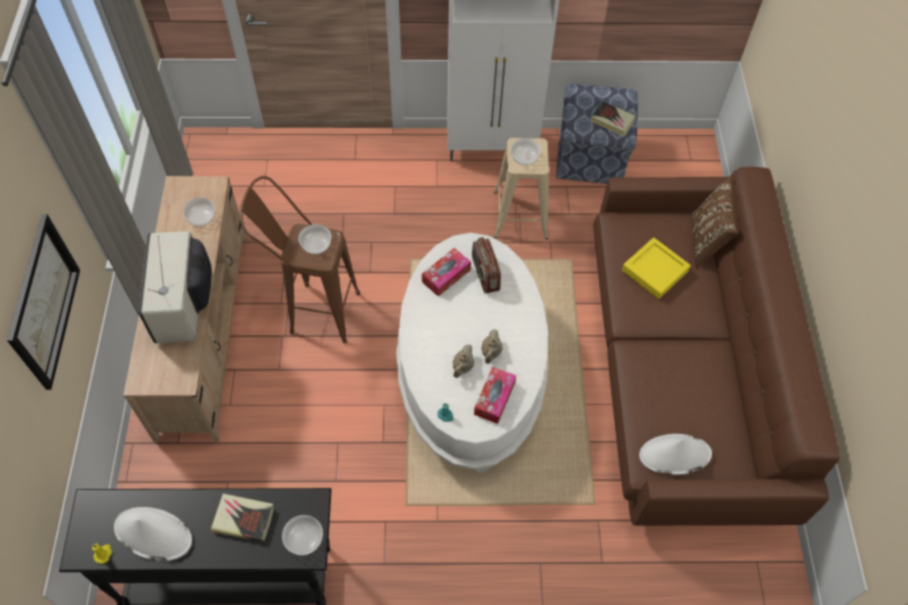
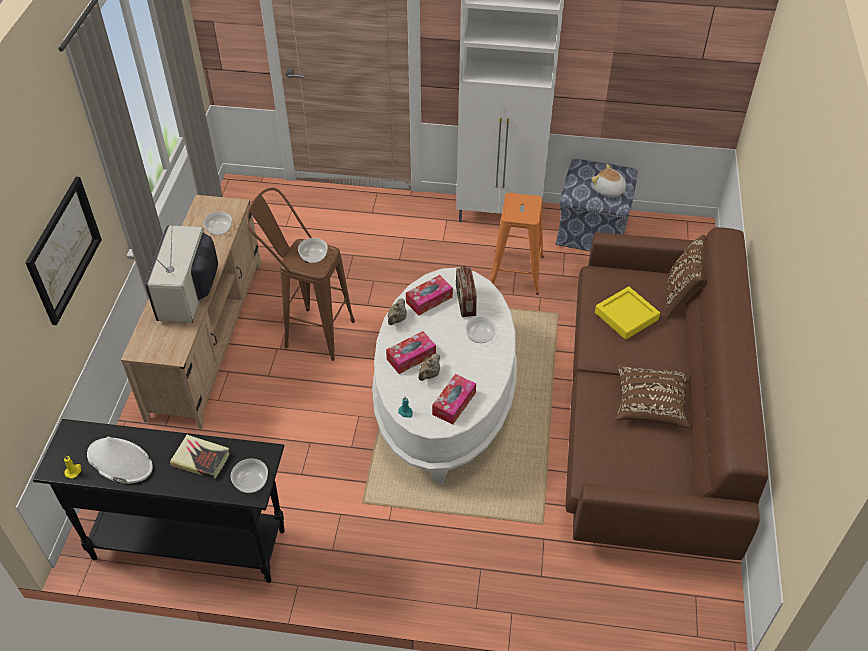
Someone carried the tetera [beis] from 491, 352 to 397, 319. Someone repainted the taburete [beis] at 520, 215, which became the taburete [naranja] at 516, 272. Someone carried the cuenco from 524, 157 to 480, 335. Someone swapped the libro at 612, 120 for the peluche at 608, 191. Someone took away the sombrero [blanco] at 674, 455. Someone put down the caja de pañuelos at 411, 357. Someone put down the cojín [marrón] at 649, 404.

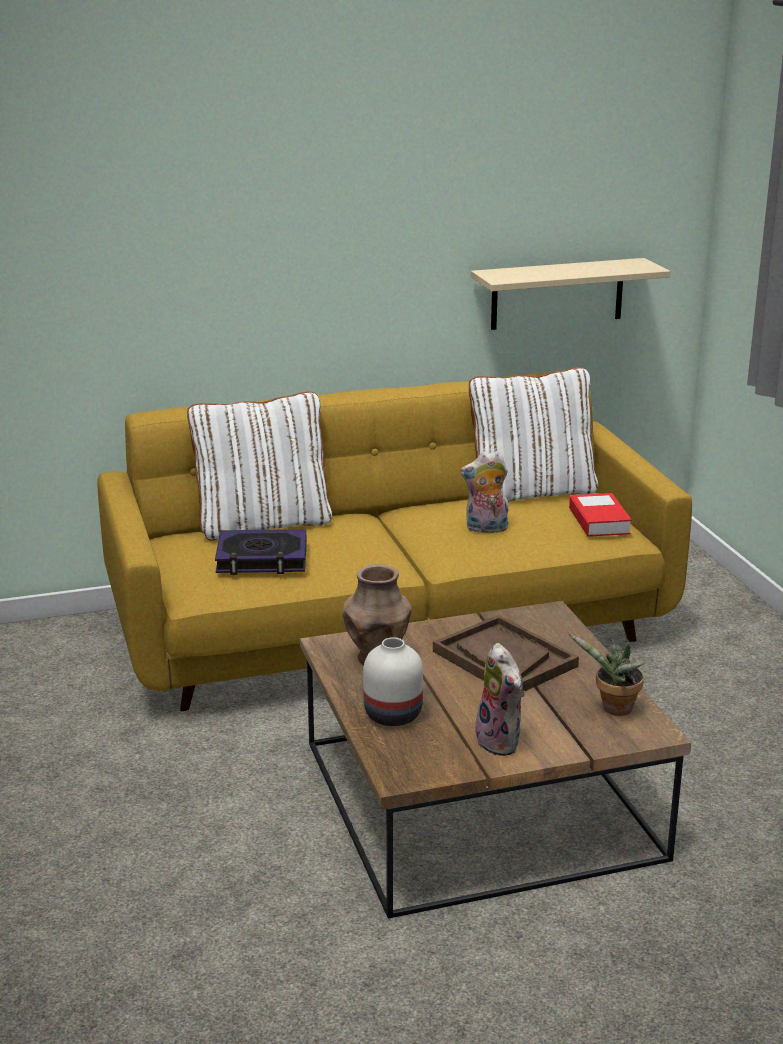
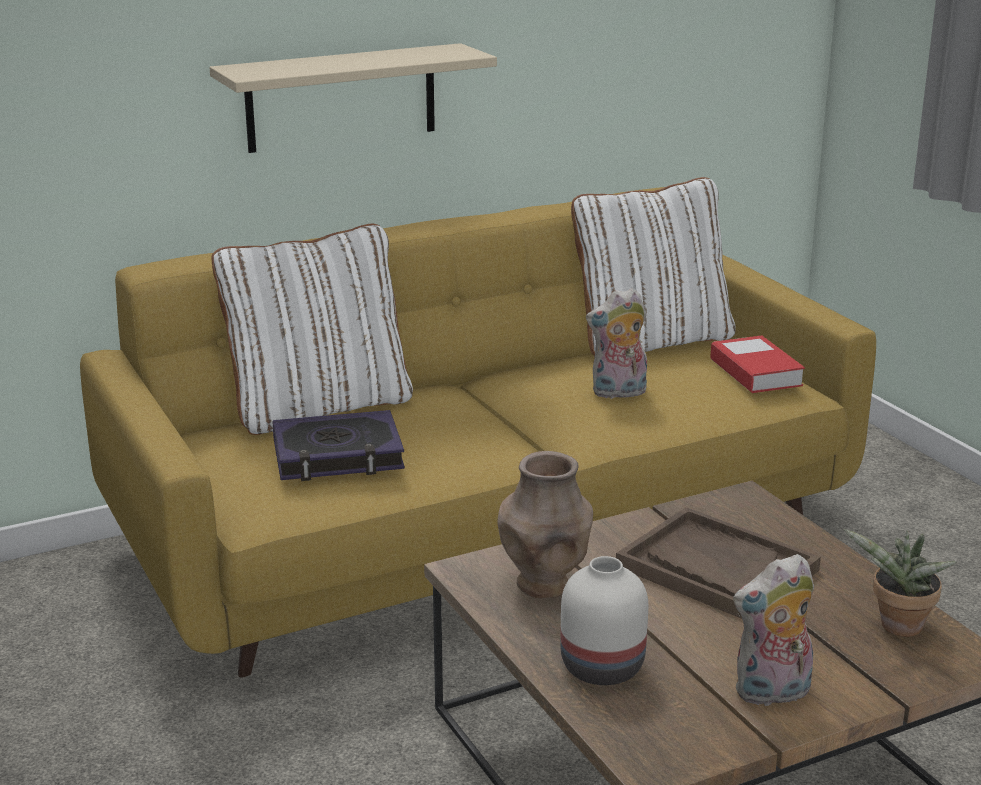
Someone carried the estante [beis] from 557, 294 to 341, 98. Someone rotated the peluche at 502, 742 by 105 degrees clockwise.

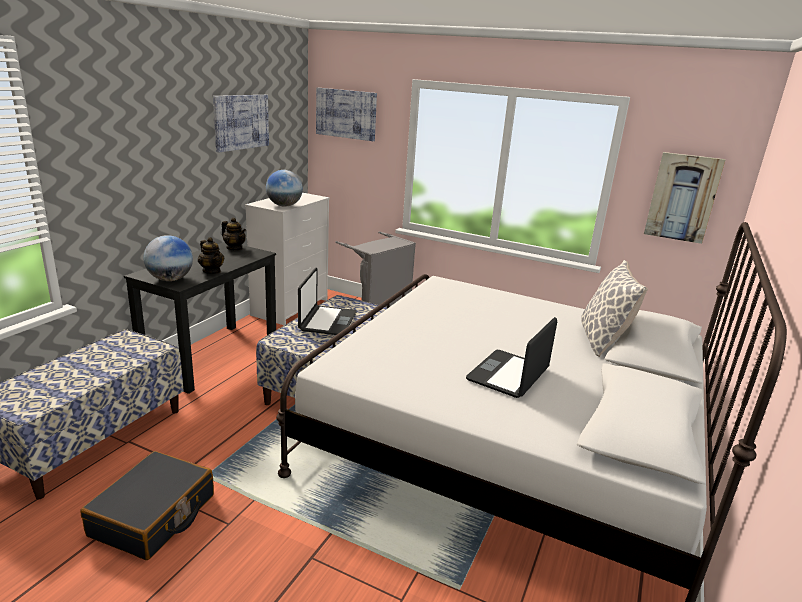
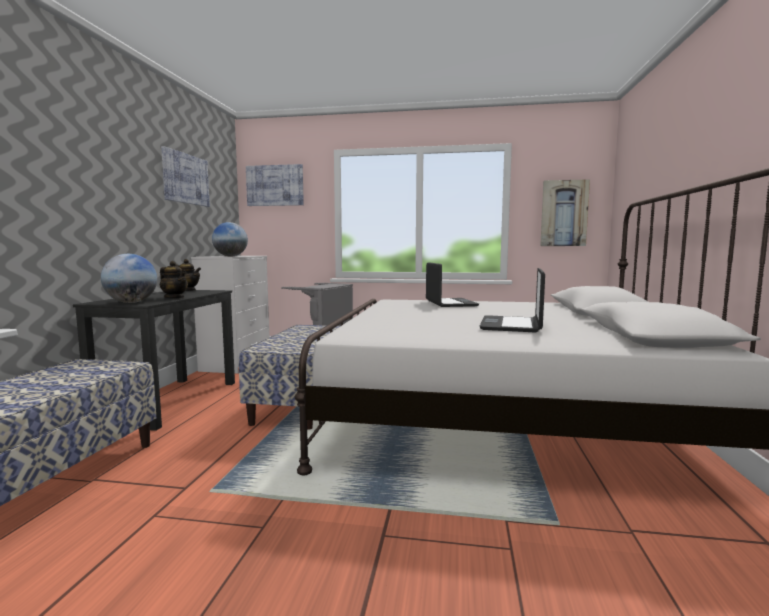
Someone took away the maleta [negro] at 154, 516. Someone carried the portátil from 327, 321 to 450, 303. Someone took away the cojín at 603, 340.

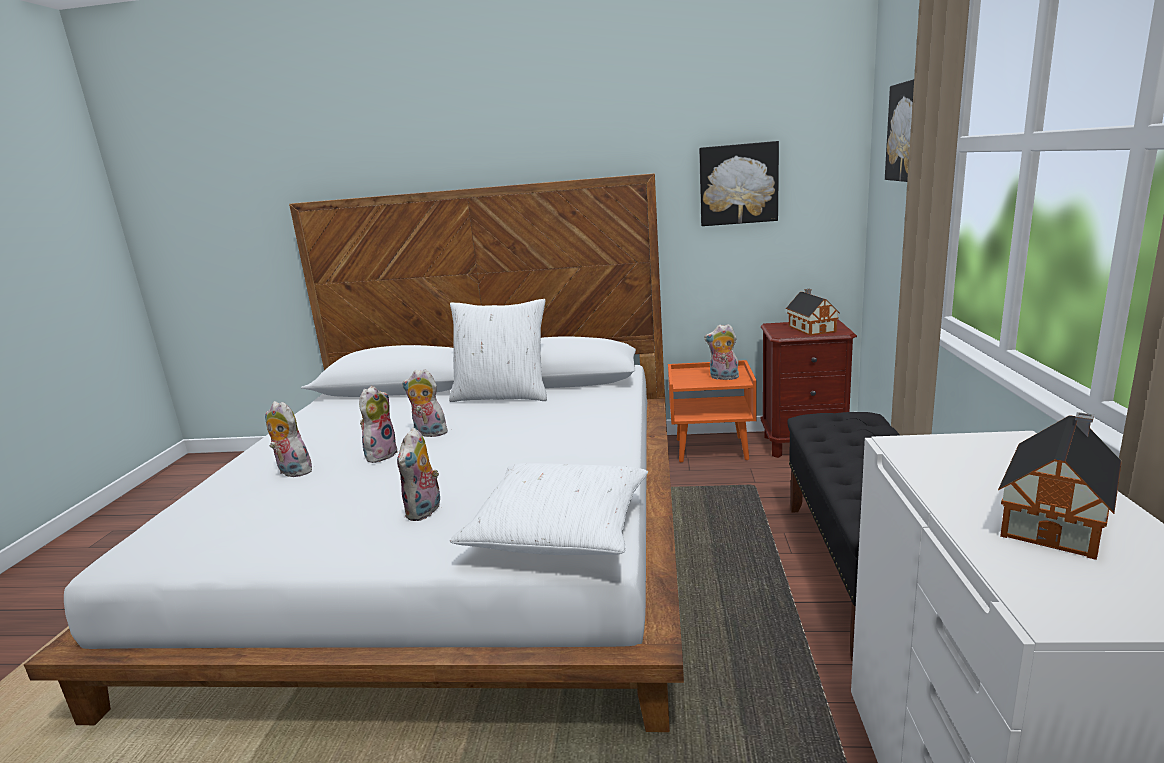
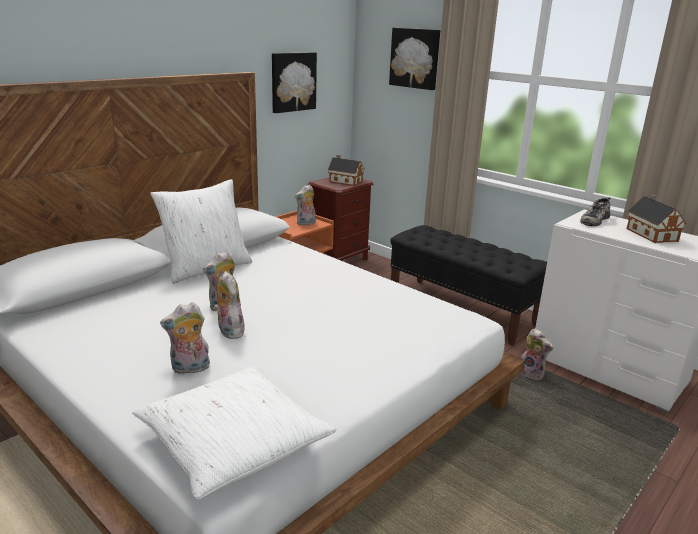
Someone carried the peluche from 425, 511 to 532, 374. Someone carried the cojín [blanco] from 560, 528 to 234, 442. Someone put down the zapato at 594, 219.

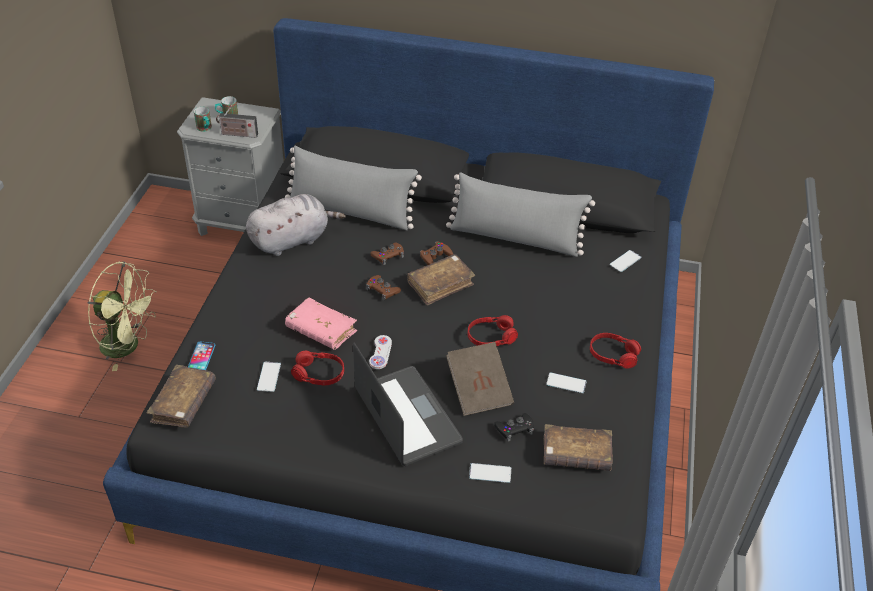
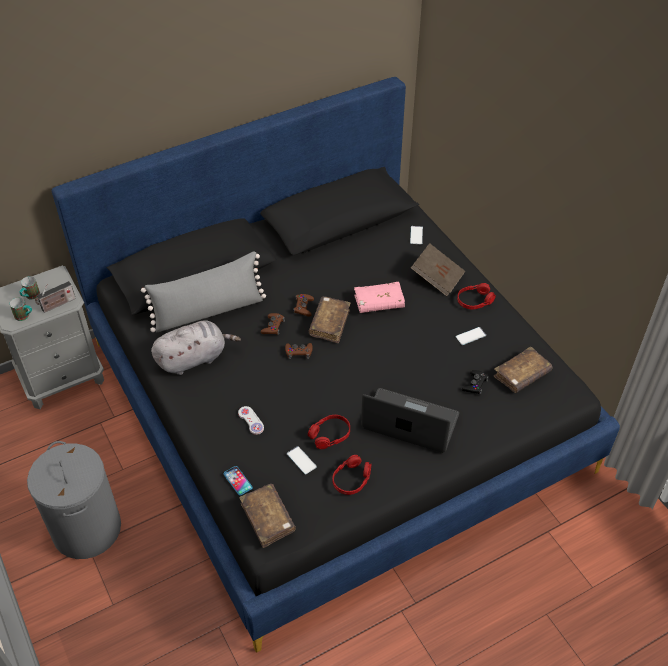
Someone swapped the ventilador [verde] at 128, 346 for the cesto de la ropa [gris] at 86, 528. Someone rotated the peluche [gris] at 292, 240 by 45 degrees clockwise. Someone carried the libro [rosa] from 321, 330 to 379, 303. Someone carried the mando de consola [blanco] from 380, 353 to 251, 421. Someone took away the cojín [gris] at 515, 238. Someone carried the libro [marrón] from 479, 390 to 437, 278. Someone carried the auriculares [rojo] from 491, 337 to 351, 479. Someone took away the móvil at 490, 473.

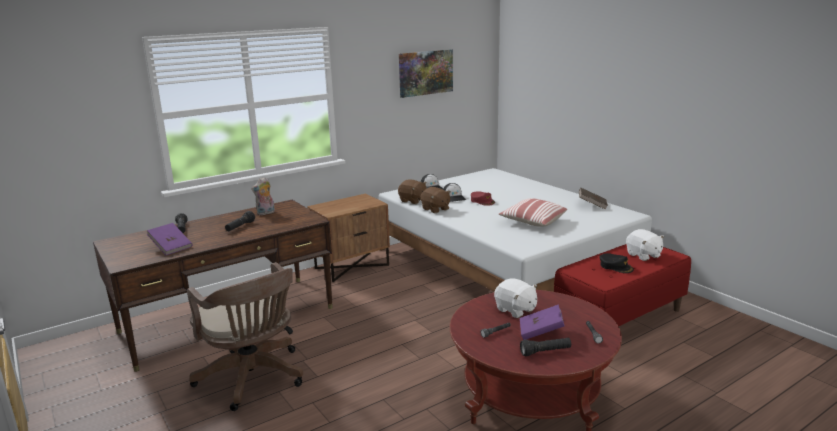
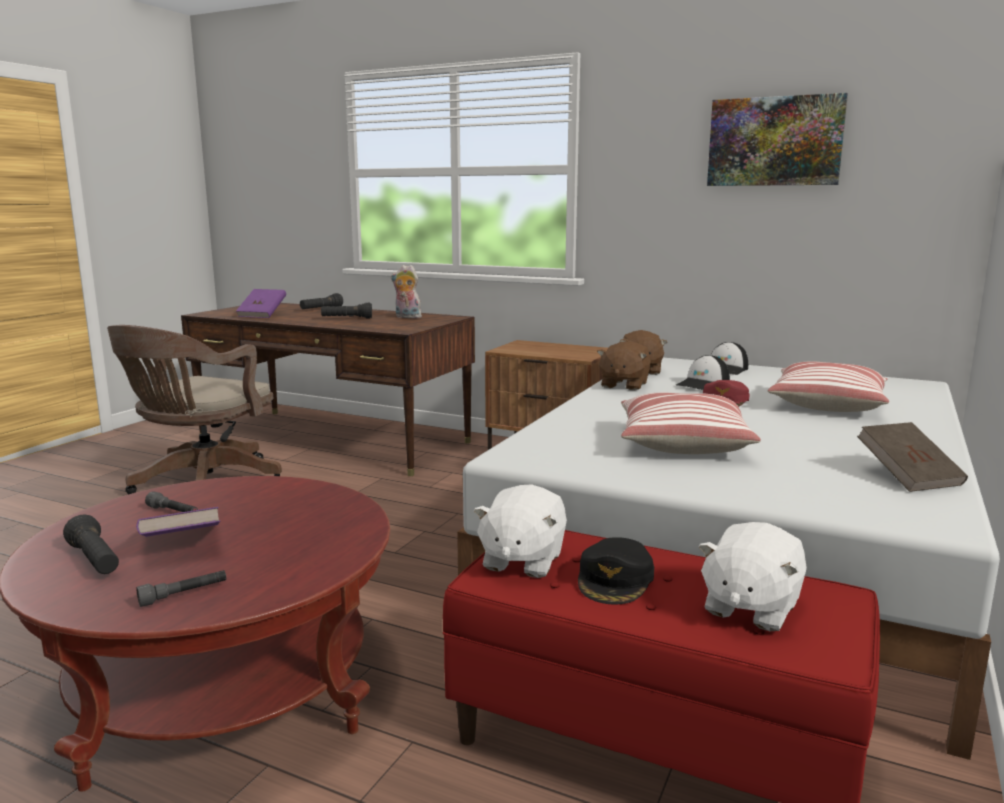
Someone carried the peluche [blanco] from 515, 310 to 522, 561. Someone put down the cojín at 827, 404.

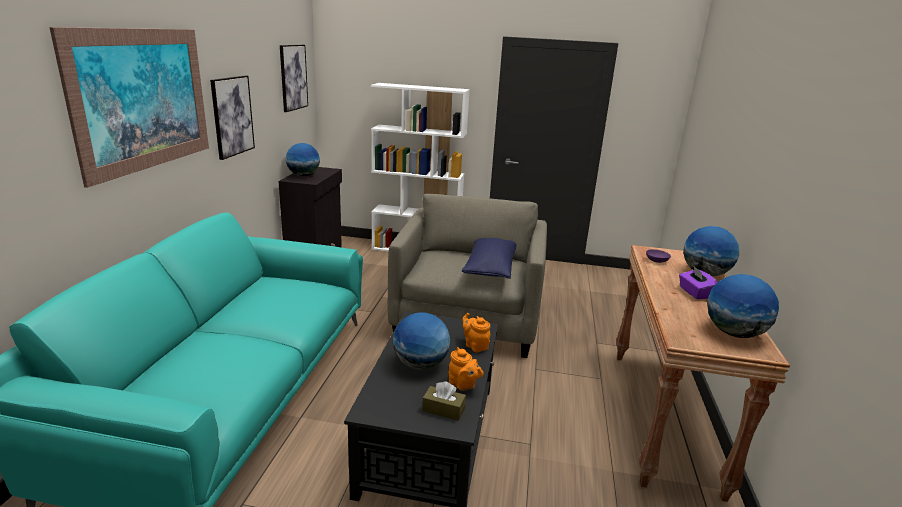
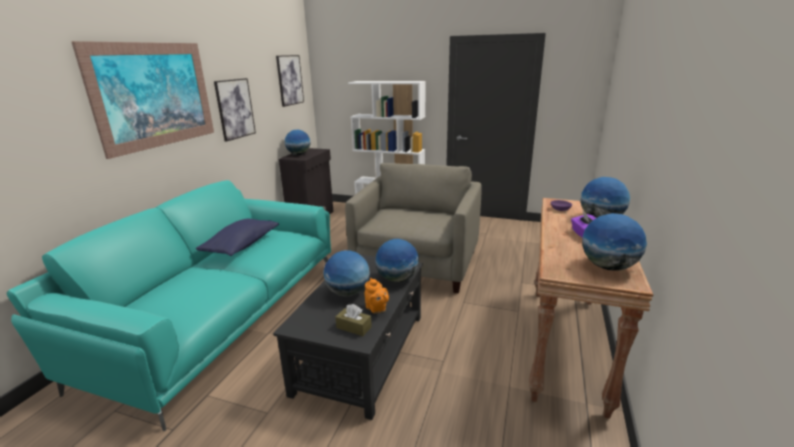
Someone carried the cojín [azul] from 490, 268 to 241, 246. Someone swapped the tetera [naranja] at 475, 345 for the globo terráqueo at 397, 279.

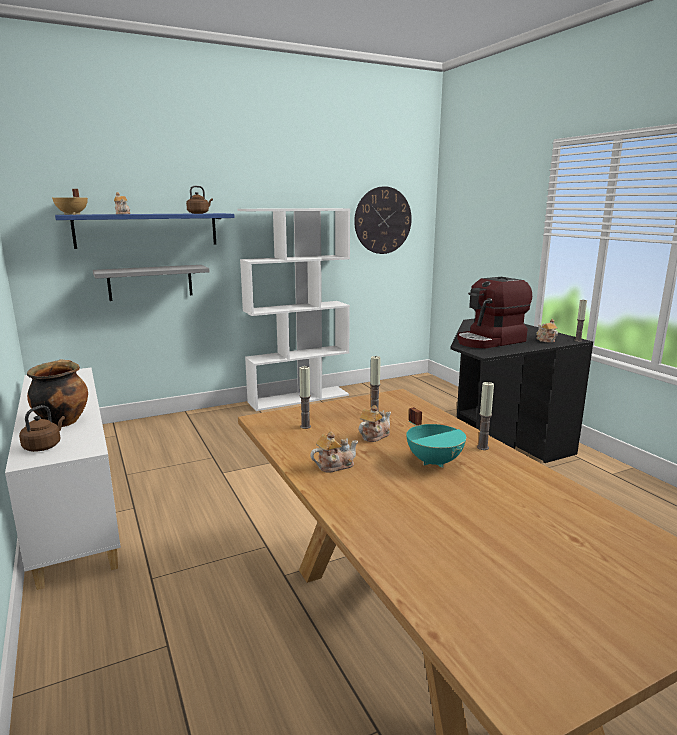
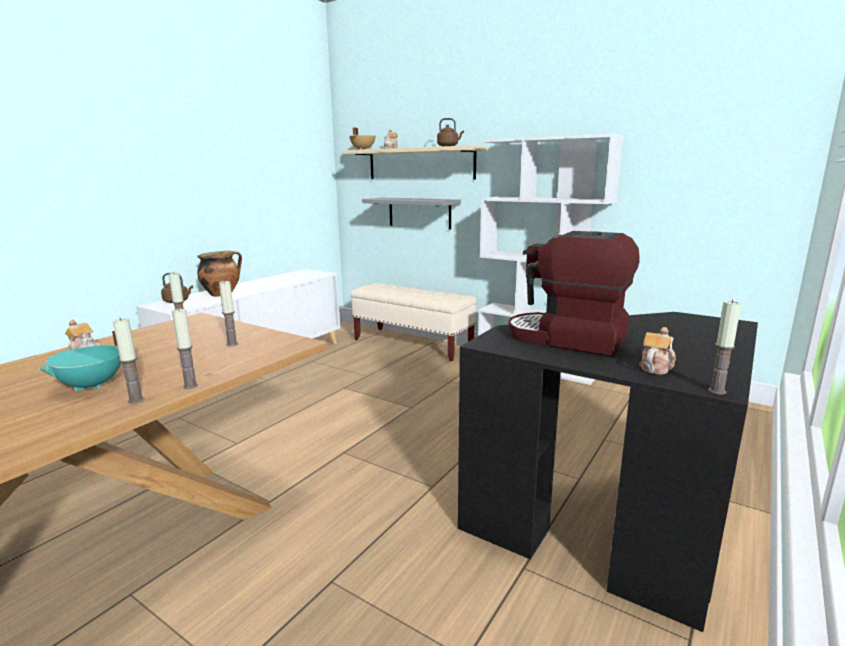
Someone repainted the estante [azul] at 147, 230, which became the estante [beis] at 420, 164. Someone took away the reloj de pared at 383, 220. Someone took away the tetera at 374, 436. Someone put down the vela at 190, 386. Someone put down the banco [beis] at 412, 344.

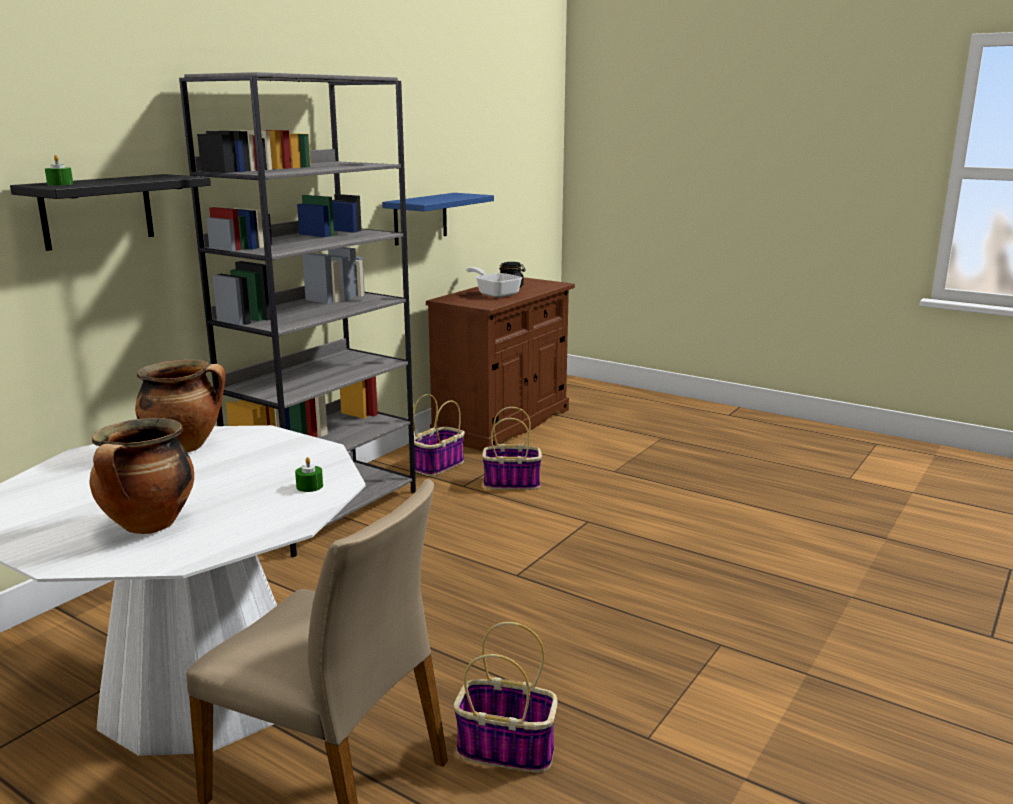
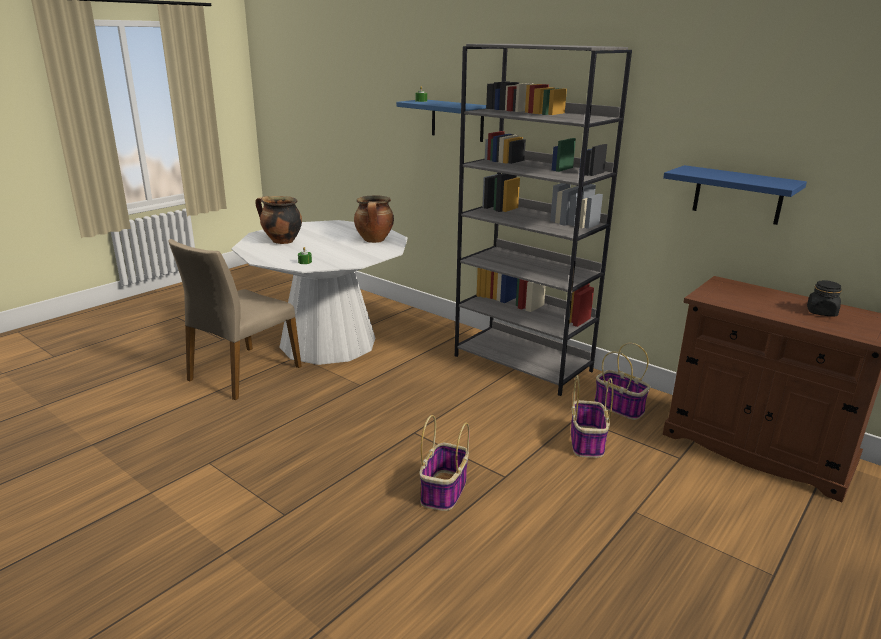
Someone repainted the estante [negro] at 97, 211, which became the estante [azul] at 457, 120. Someone carried the cesta from 507, 749 to 444, 492. Someone took away the sartén at 495, 294.

